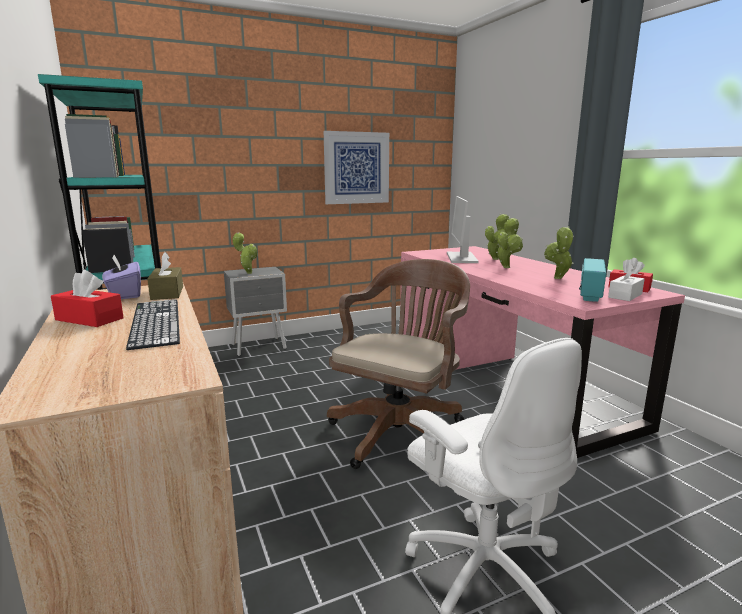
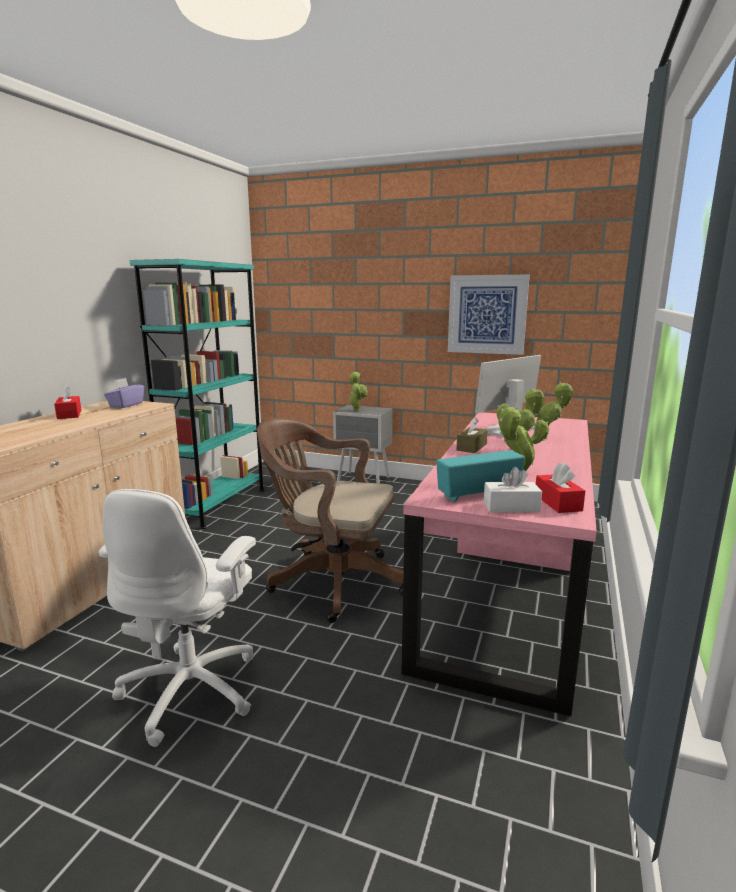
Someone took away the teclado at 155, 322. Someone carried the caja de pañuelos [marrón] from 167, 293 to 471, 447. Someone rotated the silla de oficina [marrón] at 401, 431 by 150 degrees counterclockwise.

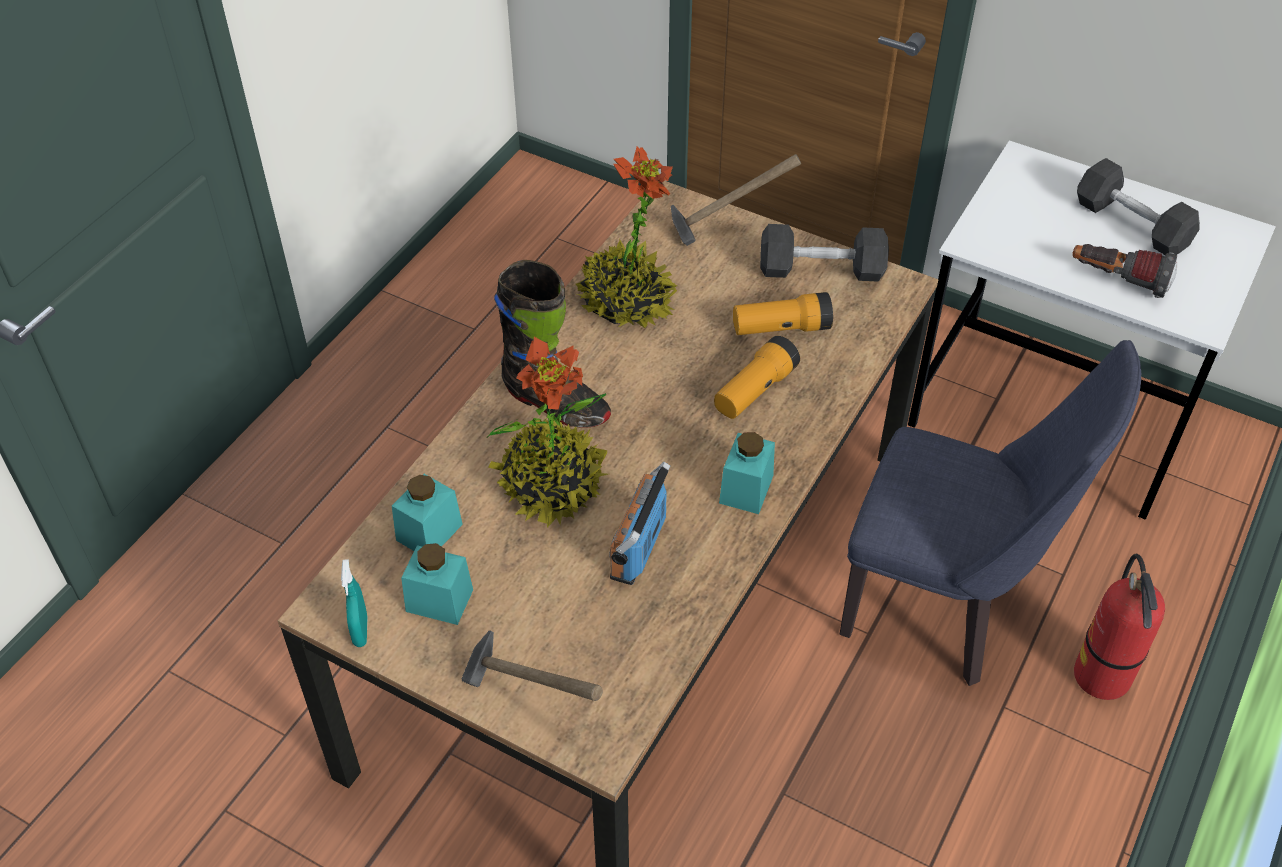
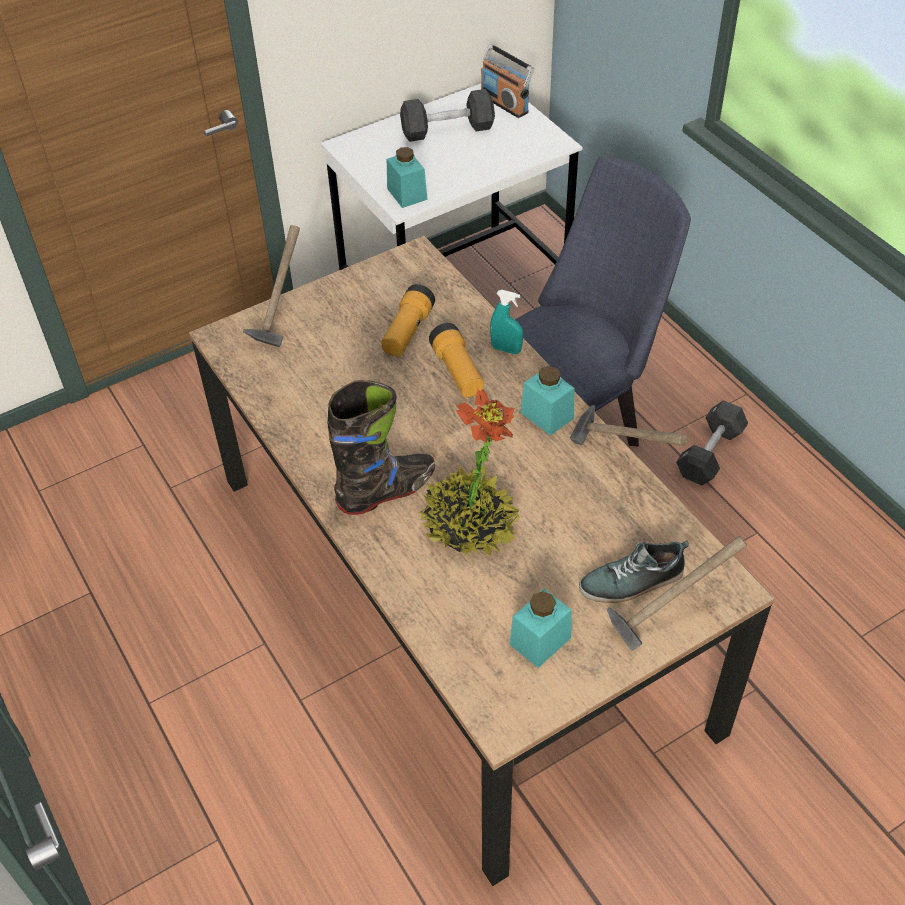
Someone carried the pulverizador [turquesa] from 360, 631 to 506, 349. Someone carried the tarro [turquesa] from 429, 532 to 407, 194. Someone took away the planta en maceta at 626, 302. Someone carried the radio from 638, 547 to 505, 103. Someone carried the mancuerna [negro] from 821, 270 to 710, 453. Someone took away the linterna at 1118, 281. Someone took away the extintor at 1102, 677. Someone put down the martillo at 621, 457. Someone put down the zapato at 632, 582.

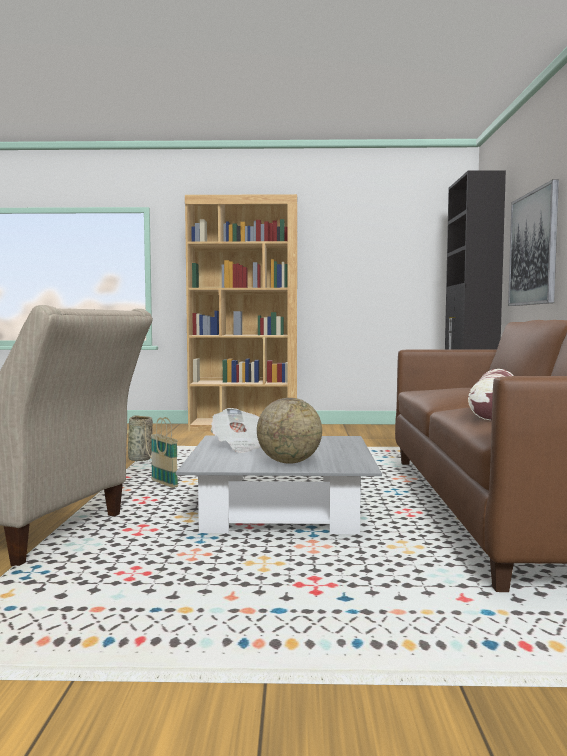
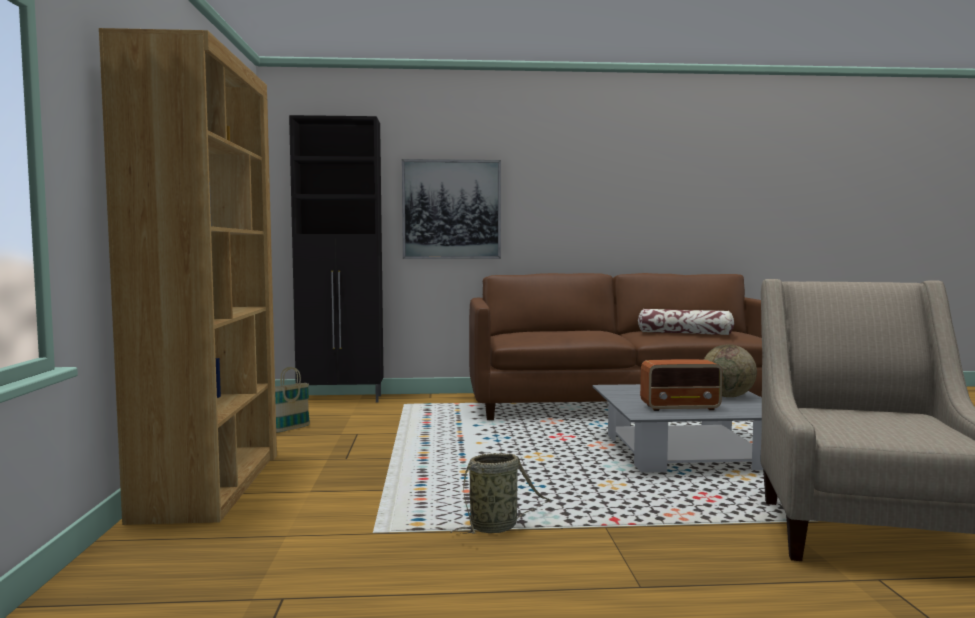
Someone carried the cesta from 164, 484 to 291, 429. Someone swapped the periódico at 240, 446 for the radio at 681, 407.

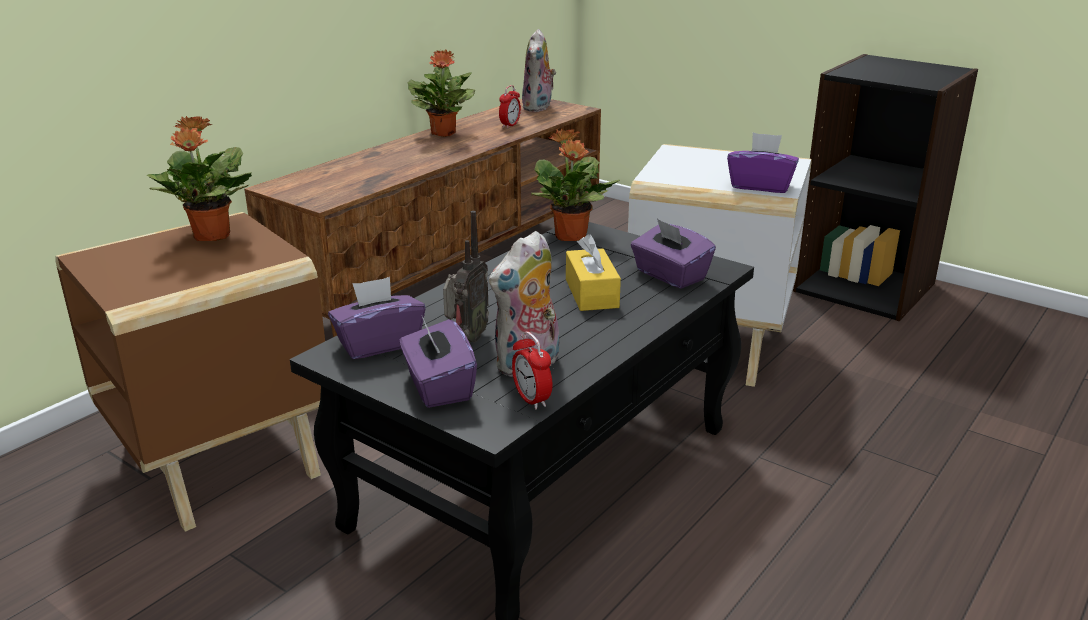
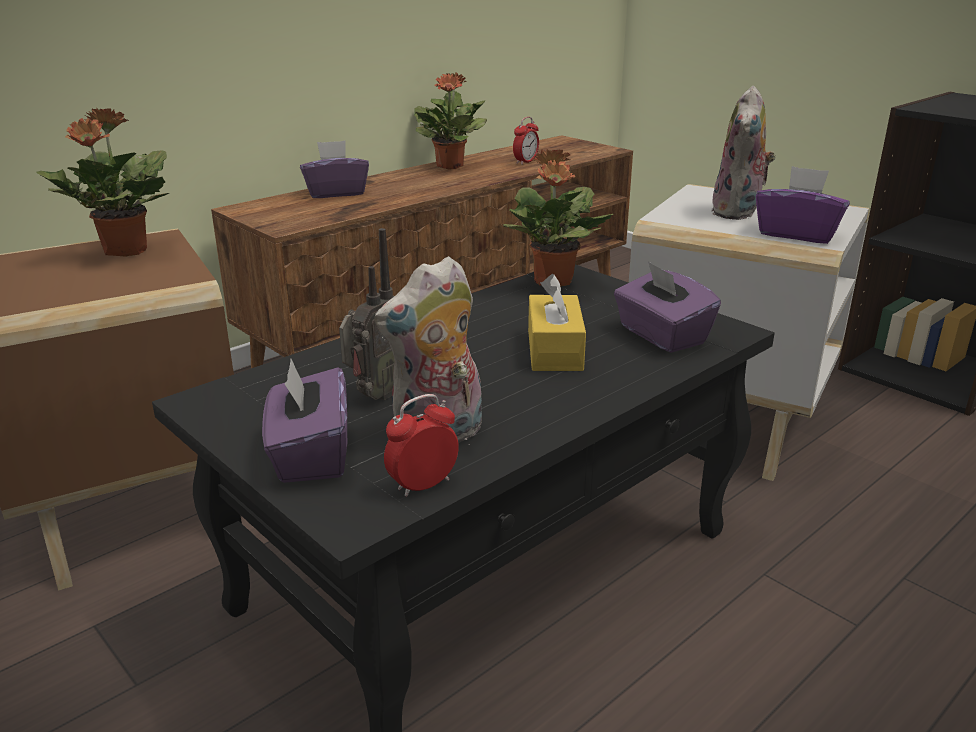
Someone carried the caja de pañuelos [morado] from 378, 344 to 335, 193. Someone rotated the despertador at 532, 400 by 75 degrees clockwise. Someone carried the peluche from 538, 107 to 738, 212.

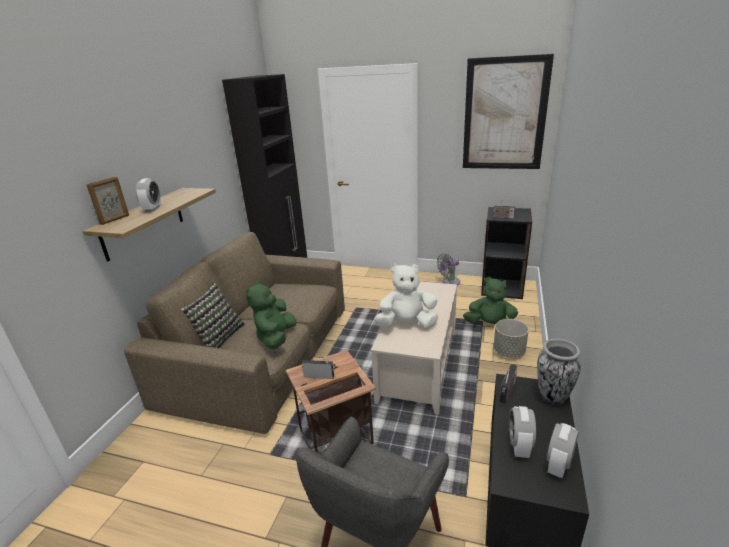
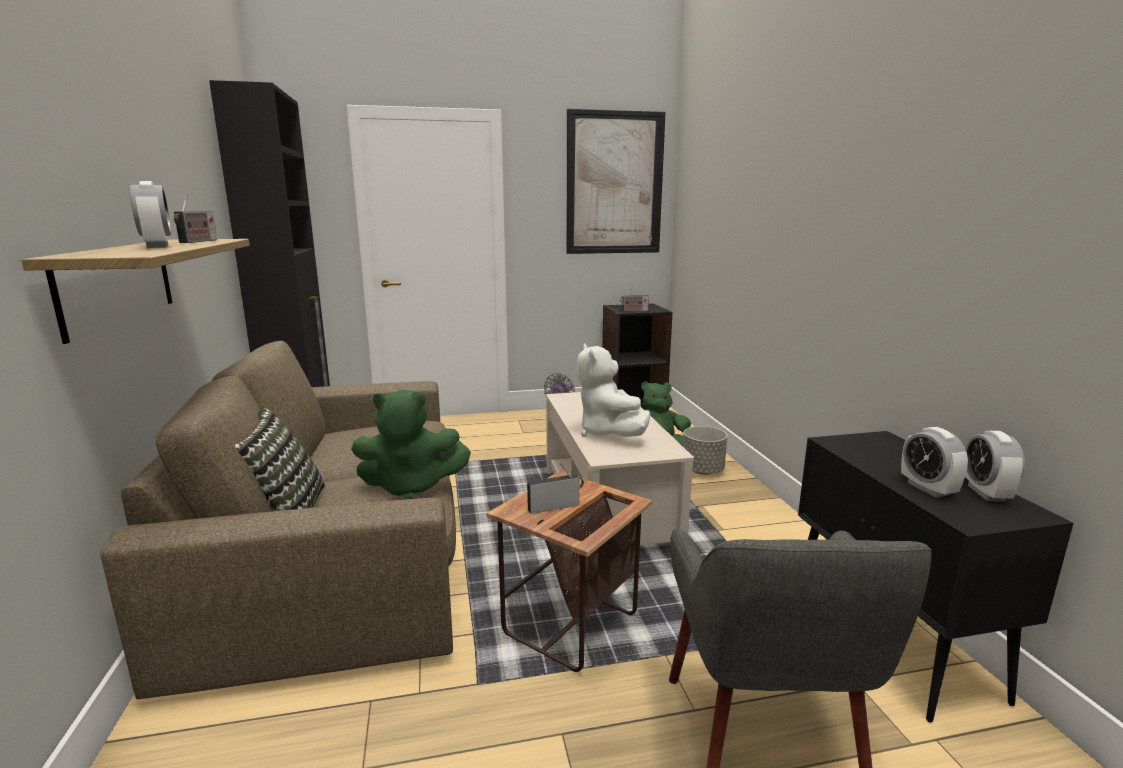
Someone took away the portarretratos at 115, 220. Someone rotated the peluche [verde] at 276, 337 by 75 degrees counterclockwise. Someone rotated the peluche [blanco] at 407, 324 by 75 degrees counterclockwise. Someone carried the radio from 507, 393 to 198, 241. Someone took away the florero at 552, 397.

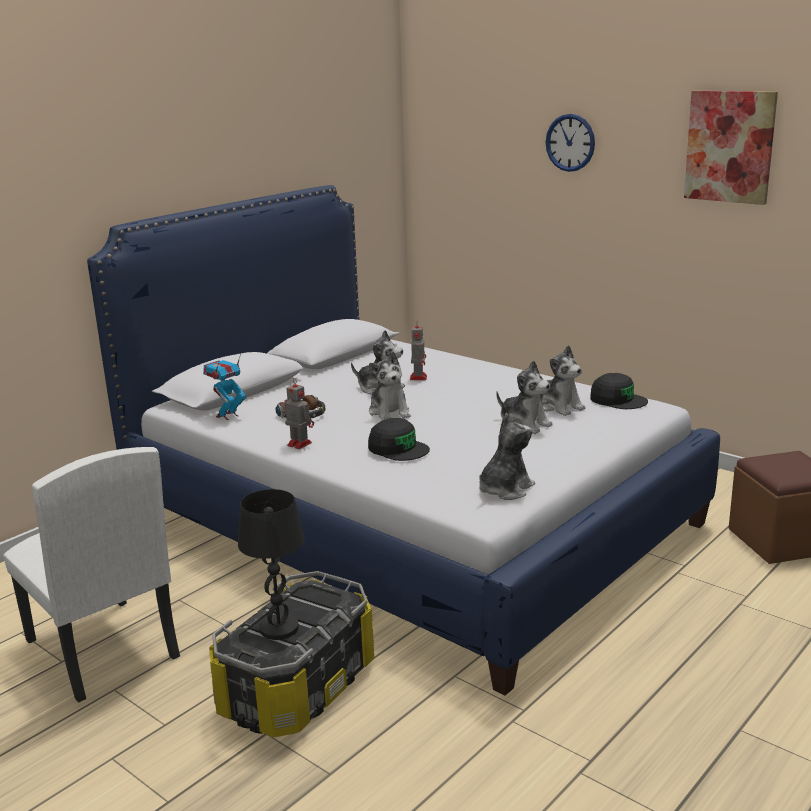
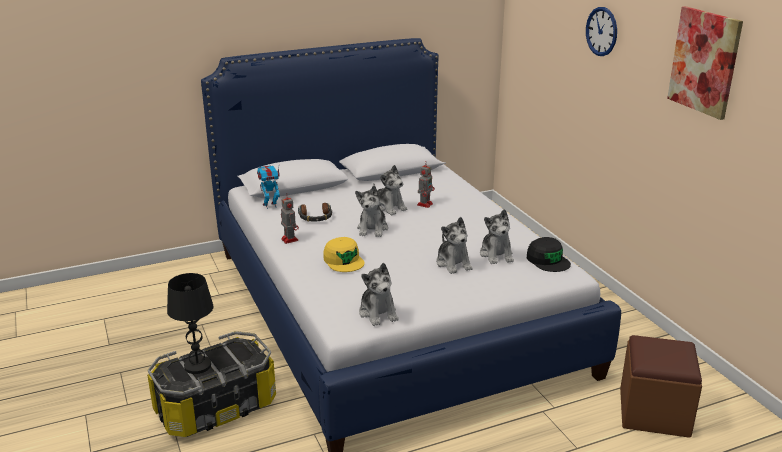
Someone took away the silla [blanco] at 101, 649. Someone repainted the gorra [negro] at 398, 448, which became the gorra [amarillo] at 343, 260. Someone rotated the peluche at 504, 489 by 90 degrees clockwise.

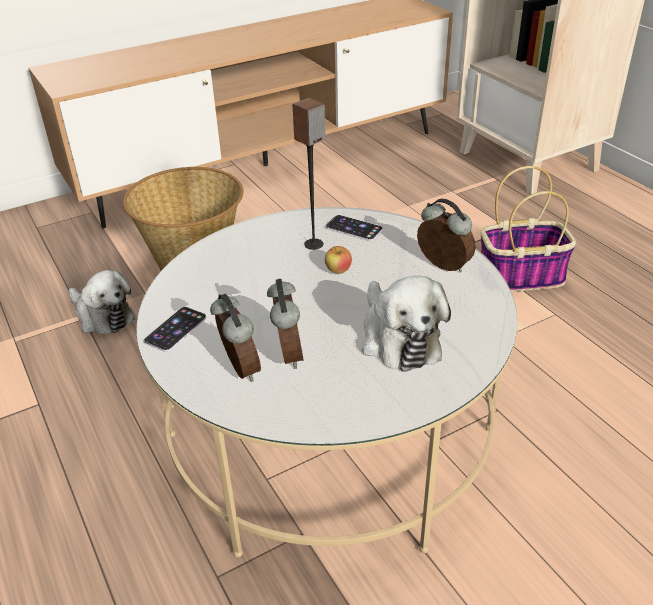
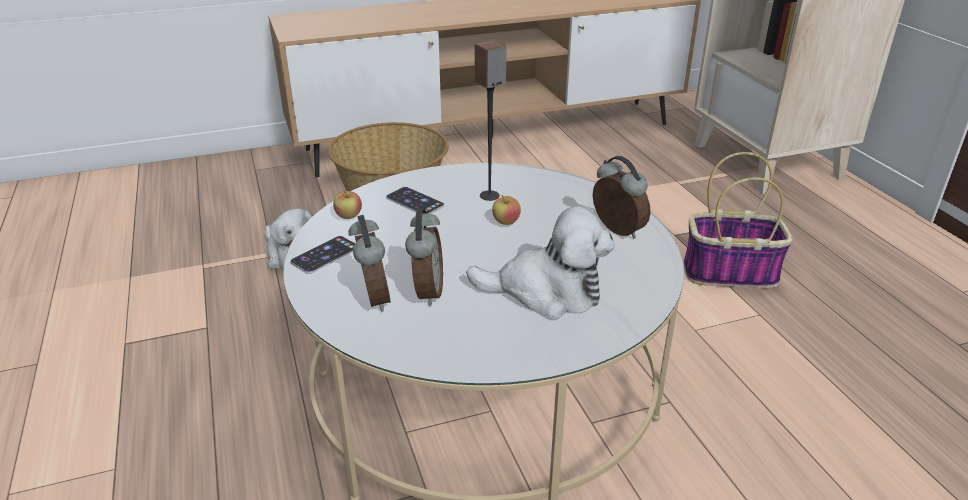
Someone carried the móvil from 354, 228 to 415, 201. Someone rotated the peluche at 398, 338 by 75 degrees counterclockwise. Someone put down the manzana at 348, 216.

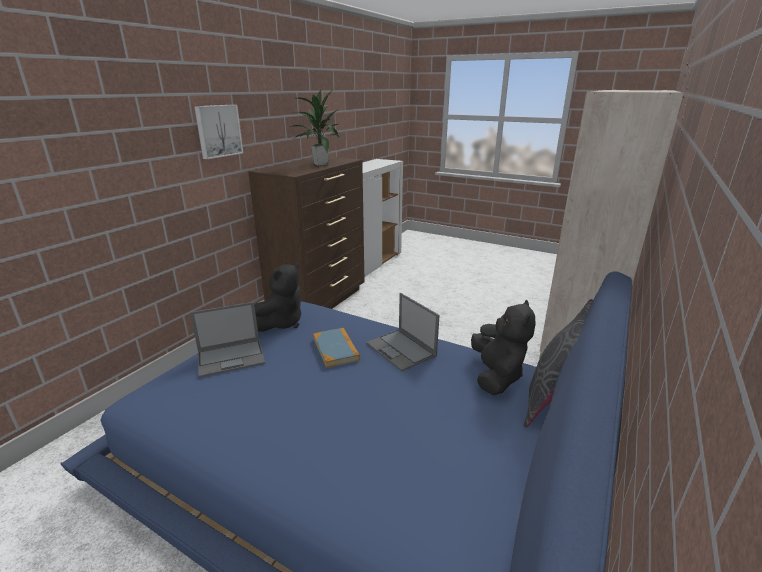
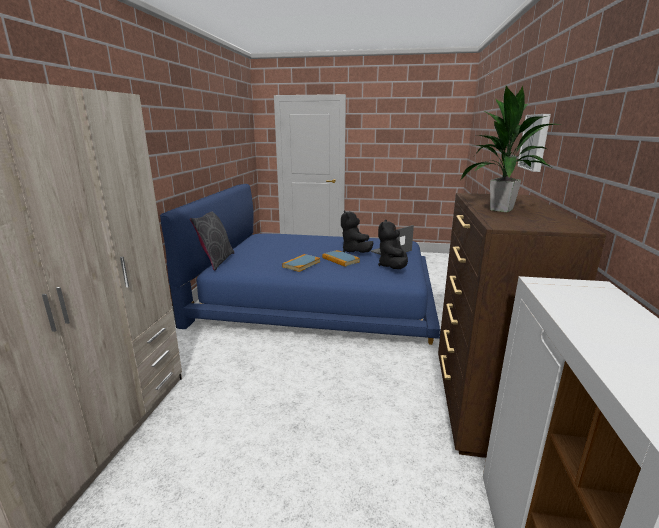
Someone swapped the portátil at 401, 350 for the libro at 301, 264. Someone carried the peluche [negro] from 496, 376 to 355, 252.

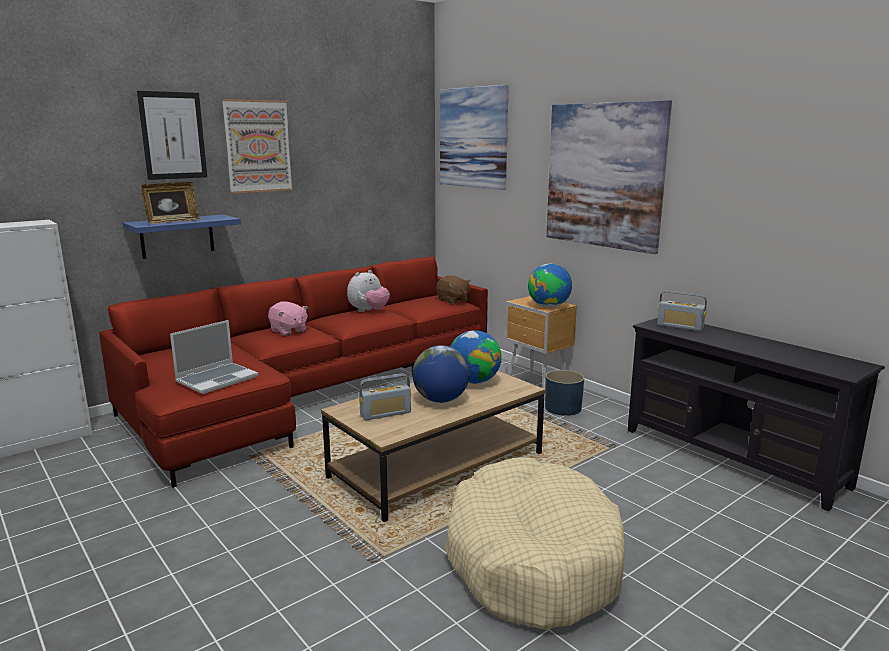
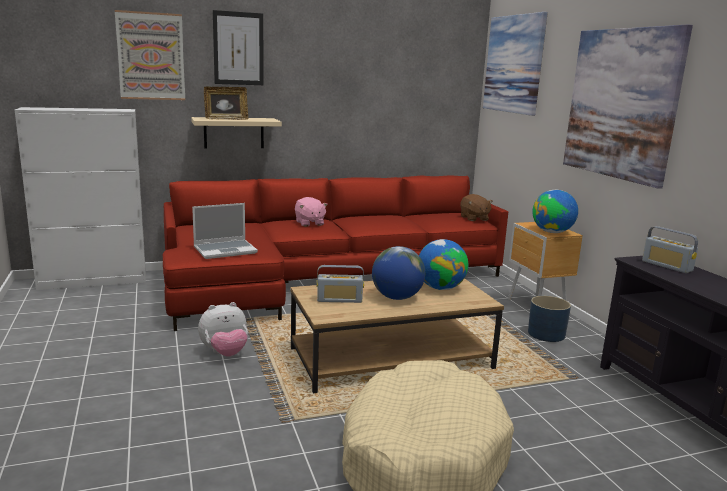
Someone repainted the estante [azul] at 177, 236, which became the estante [beis] at 234, 133. Someone carried the cuadro from 258, 146 to 151, 56. Someone carried the peluche from 368, 311 to 225, 353.

